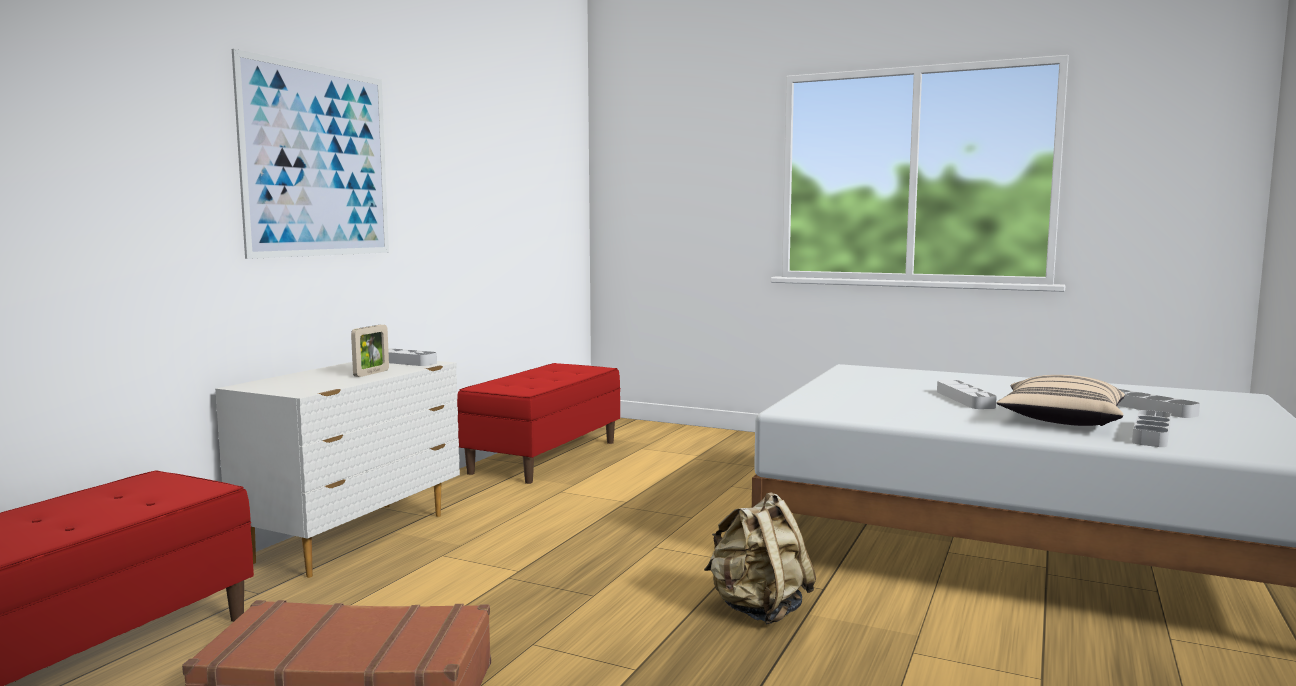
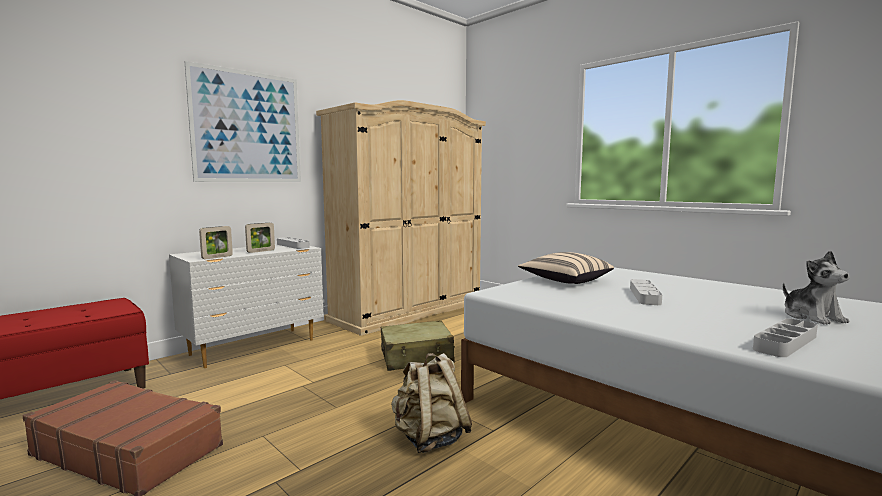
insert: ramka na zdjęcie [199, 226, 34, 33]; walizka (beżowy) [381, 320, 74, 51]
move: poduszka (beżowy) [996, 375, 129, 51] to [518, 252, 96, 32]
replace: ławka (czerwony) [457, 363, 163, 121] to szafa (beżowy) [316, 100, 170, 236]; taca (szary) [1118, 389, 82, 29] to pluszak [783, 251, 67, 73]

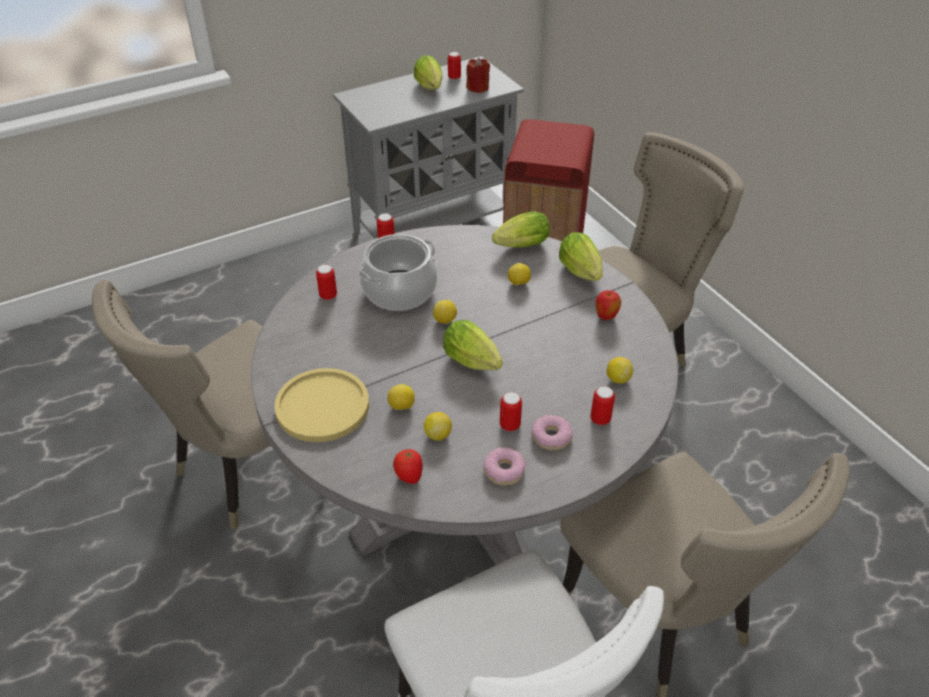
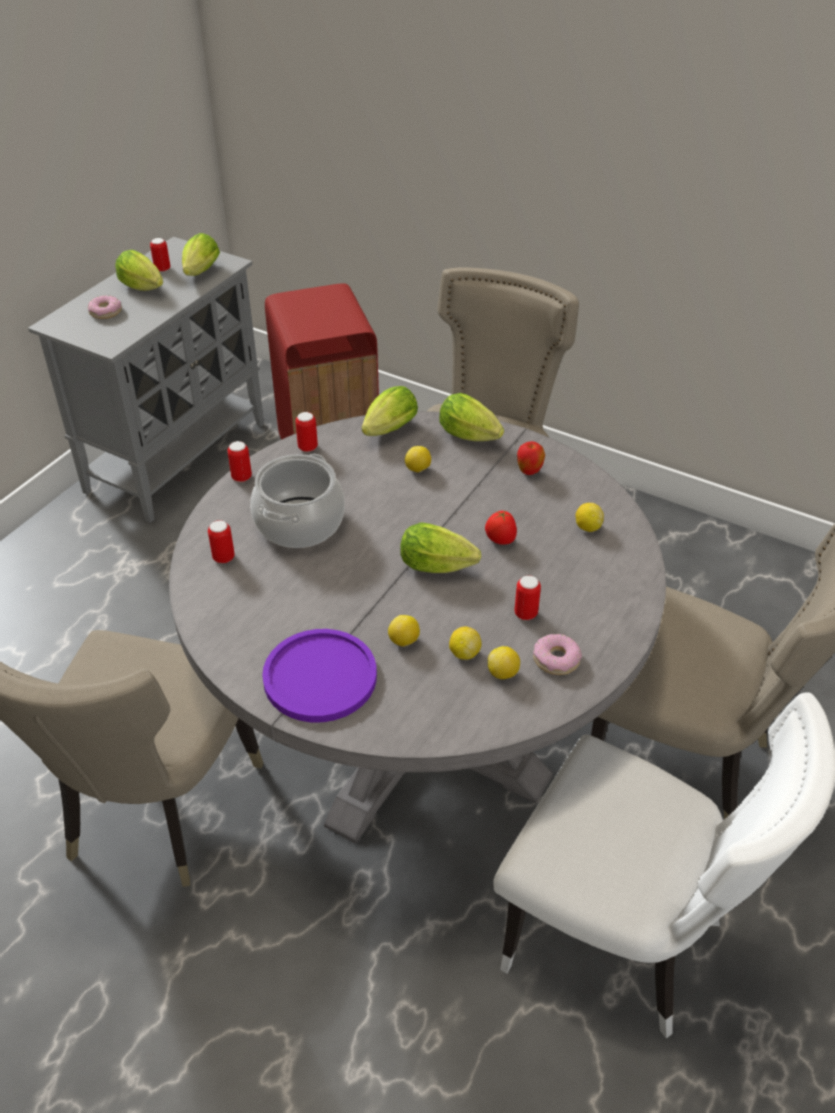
move: donut [531, 415, 42, 36] to [88, 295, 34, 24]; puszka [591, 386, 24, 39] to [295, 412, 23, 40]; pomidor [393, 449, 30, 35] to [485, 511, 32, 34]; cytryna [433, 300, 24, 24] to [488, 646, 32, 33]
replace: świeca (czerwony) [466, 58, 24, 35] to sałata [182, 233, 38, 43]
recolor: talerz (żółty) [274, 368, 95, 74] to talerz (fioletowy) [262, 629, 115, 93]

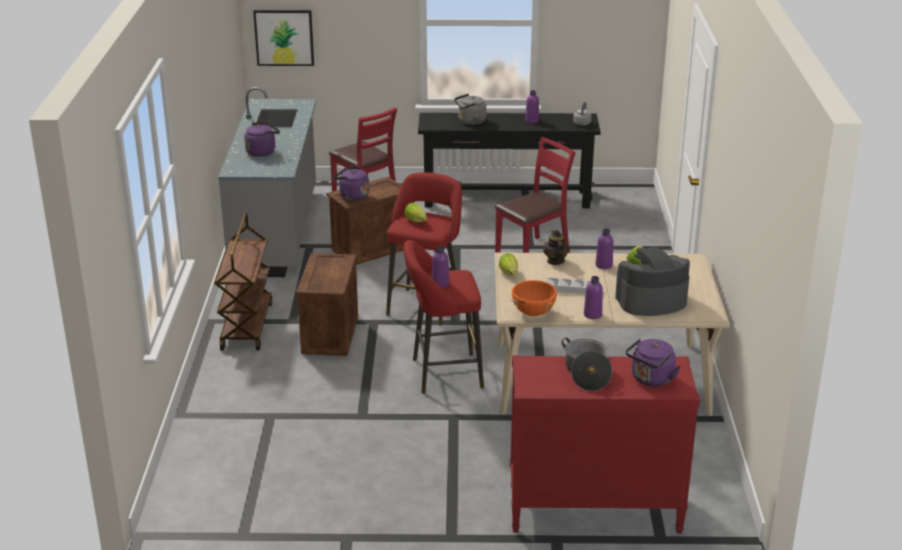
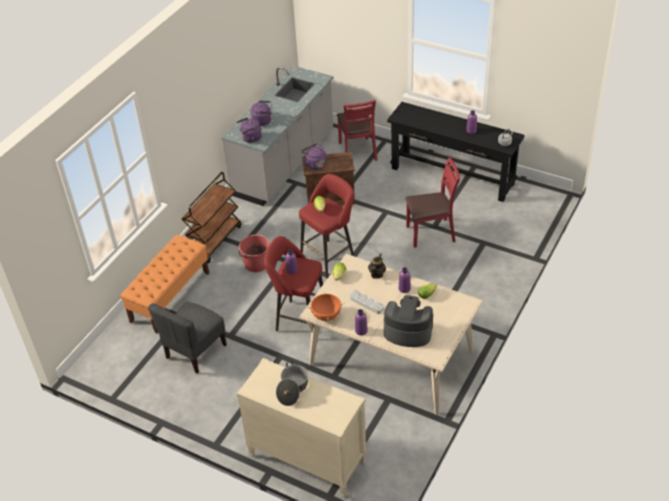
delete: obraz [253, 10, 61, 56]; czajnik (szary) [454, 94, 32, 31]
insert: ławka (pomarańczowy) [120, 235, 89, 99]; krzesło (szary) [148, 302, 79, 71]
move: czajnik (fioletowy) [626, 339, 55, 47] to [237, 118, 25, 25]
replace: skrzynka [296, 253, 62, 103] to wiadro (czerwony) [239, 235, 31, 37]
recolor: komoda (czerwony) [510, 355, 190, 179] to komoda (beżowy) [237, 358, 130, 140]

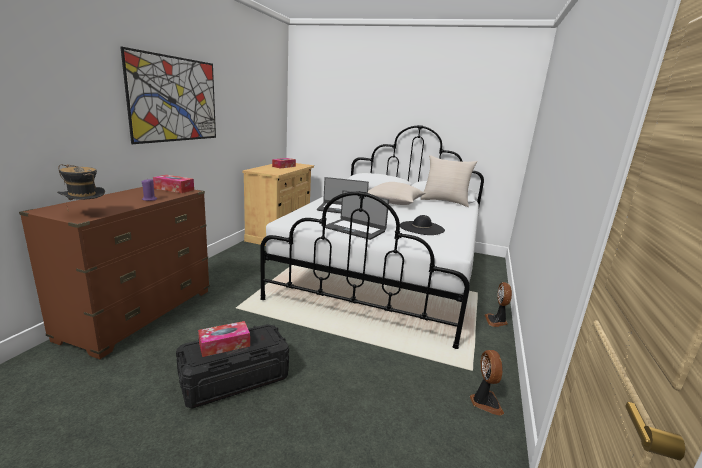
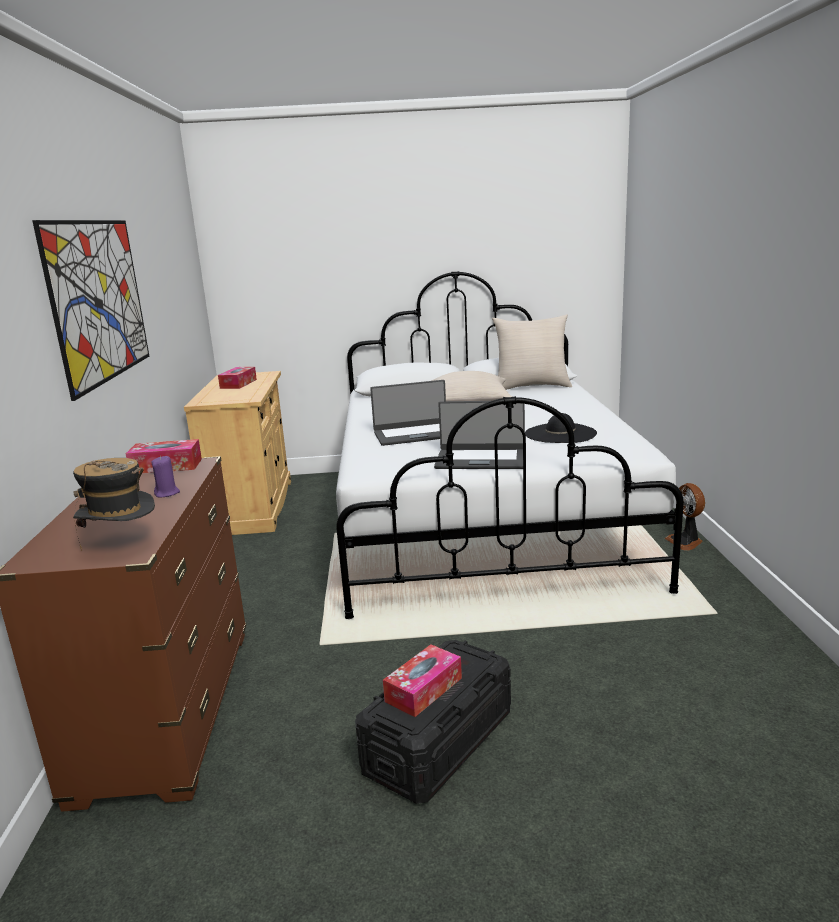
delete: wentylator [470, 350, 34, 66]

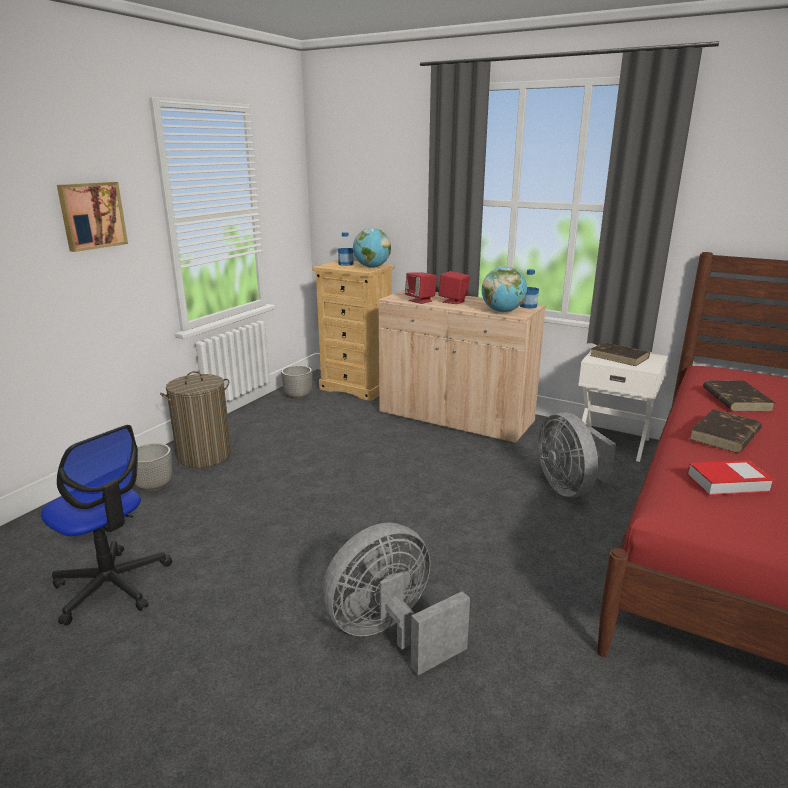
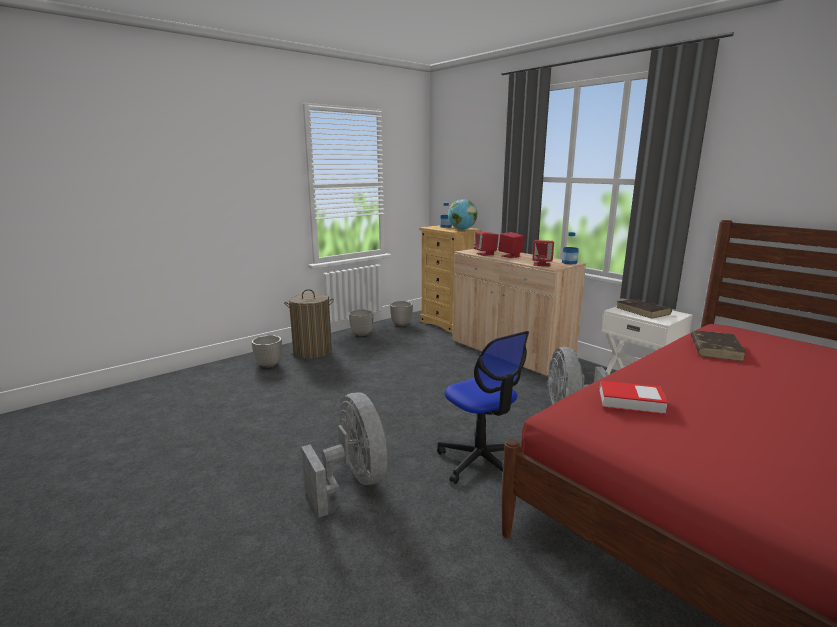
delete: obraz [57, 182, 71, 70]; książka (brązowy) [689, 409, 73, 44]
insert: donica [349, 309, 24, 27]
move: krzesło biurowe [41, 425, 131, 201] to [437, 331, 92, 153]
replace: globus [482, 266, 45, 46] to głośnik (czerwony) [532, 240, 22, 26]
rotate: wentylator (szary) [322, 522, 148, 153] = [301, 392, 86, 125] 75 degrees clockwise

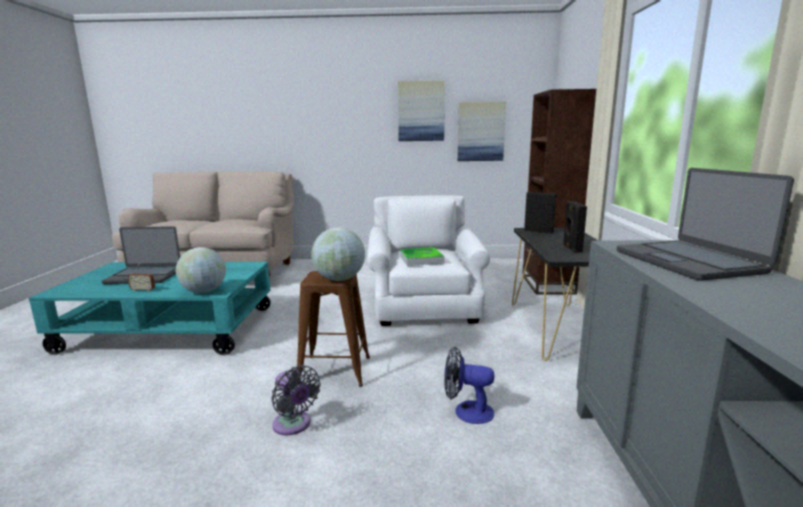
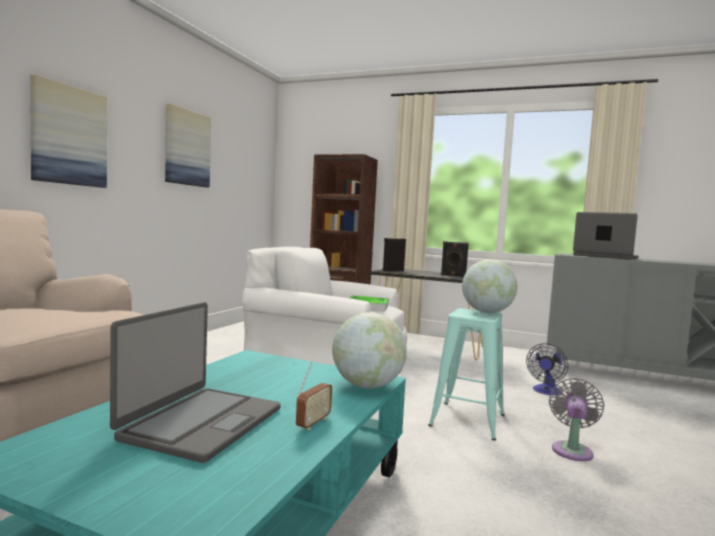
move: obraz [458, 102, 48, 59] to [30, 75, 77, 113]
recolor: stołek (brązowy) [297, 271, 73, 116] to stołek (turkusowy) [429, 308, 76, 132]
rotate: wentylator (szary) [271, 365, 50, 70] = [549, 378, 56, 83] 45 degrees counterclockwise; laptop [617, 168, 177, 113] = [573, 212, 65, 48] 150 degrees counterclockwise

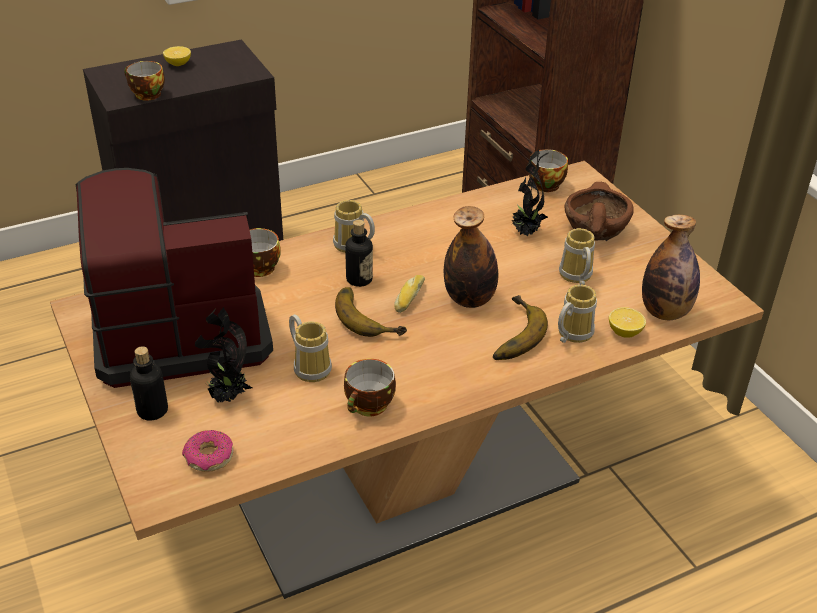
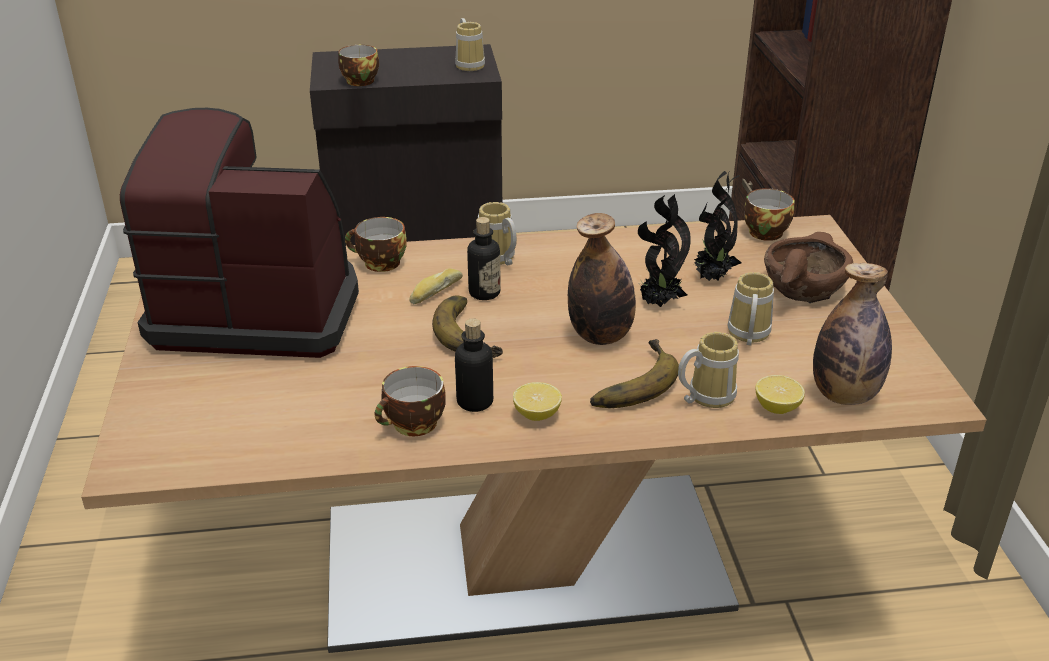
delete: donut [182, 430, 51, 42]
move: chleb [394, 275, 31, 38] to [409, 268, 54, 36]; kubek [289, 314, 43, 68] to [455, 18, 30, 53]; butelka [130, 346, 38, 75] to [455, 318, 38, 94]; cytryna [163, 46, 28, 20] to [513, 382, 49, 39]; roślina doniczkowa [195, 307, 58, 95] to [638, 194, 53, 113]

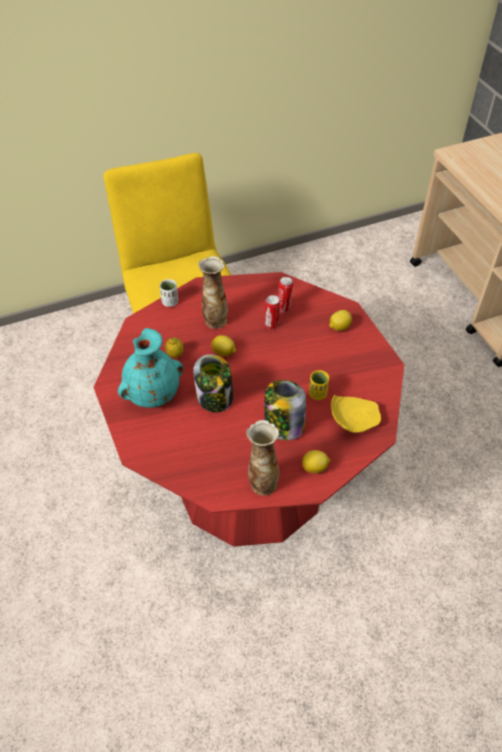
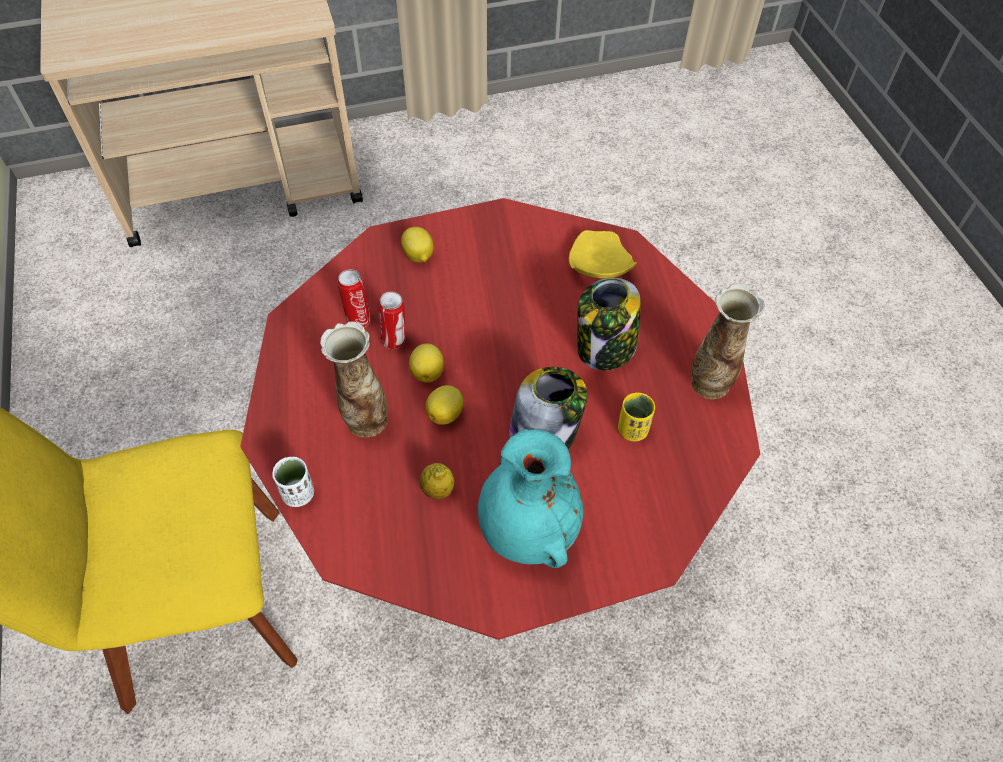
move: cytryna [302, 450, 28, 23] to [409, 344, 35, 39]; filiżanka (żółty) [309, 370, 20, 30] to [618, 393, 37, 48]

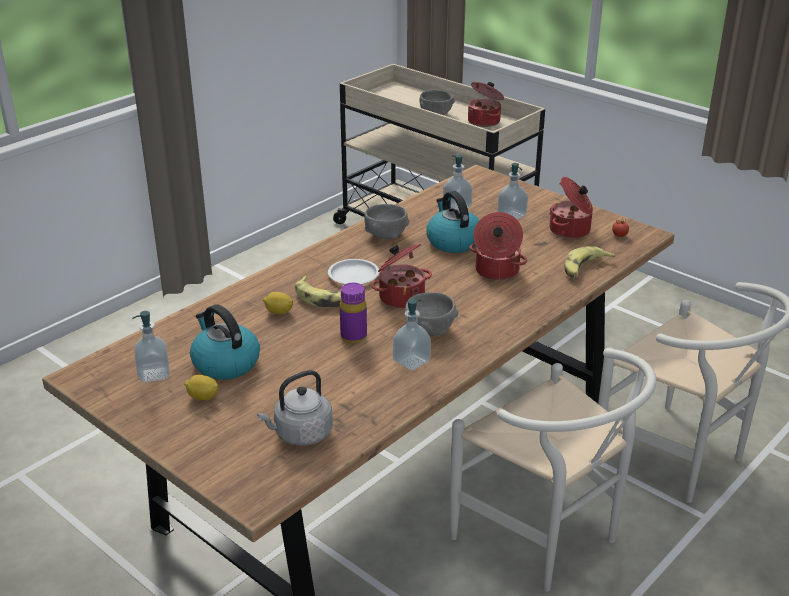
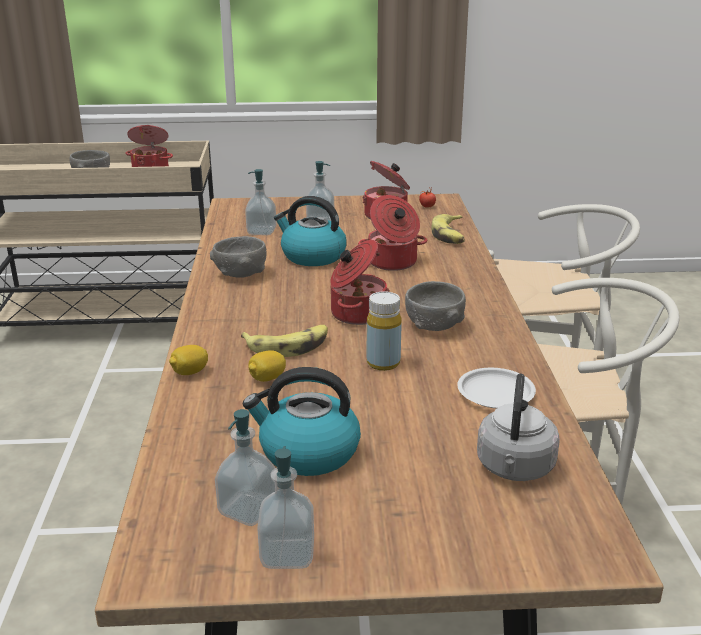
move: cytryna [184, 375, 35, 25] to [169, 345, 39, 30]; dozownik mydła [393, 299, 38, 72] to [257, 446, 57, 123]; talerz (biały) [328, 259, 51, 25] to [457, 368, 79, 40]
recolor: butelka (fioletowy) [340, 283, 27, 60] to butelka (żółty) [367, 291, 35, 80]

